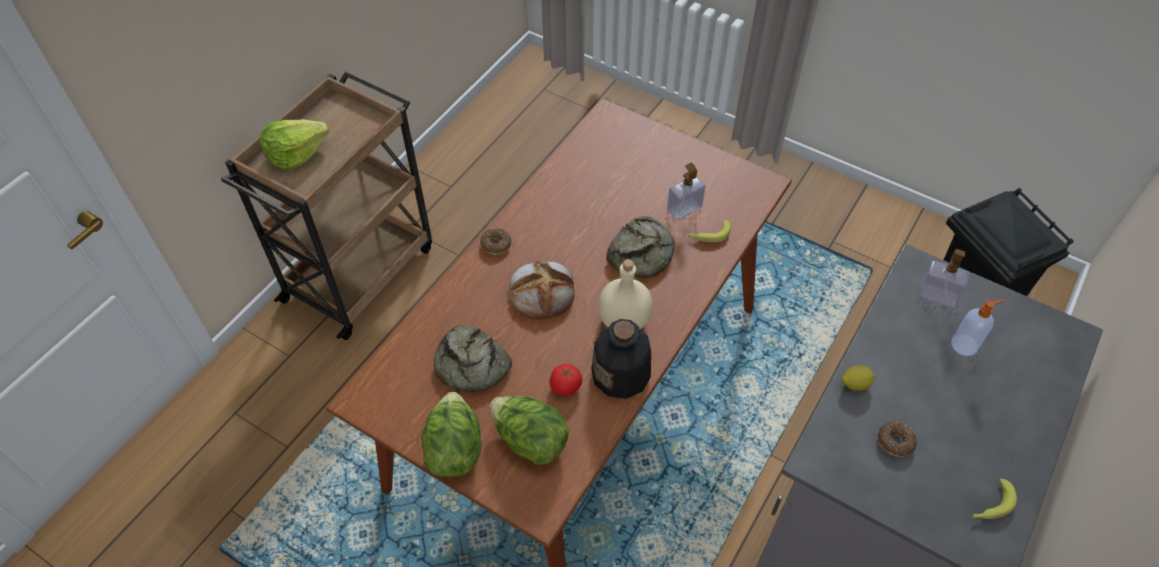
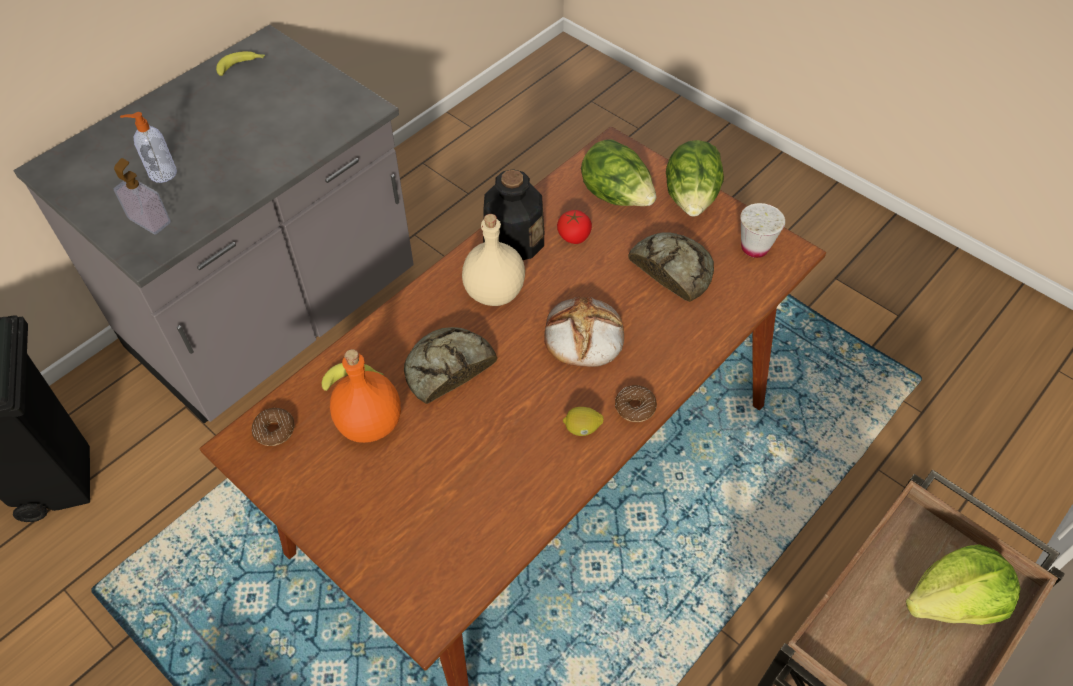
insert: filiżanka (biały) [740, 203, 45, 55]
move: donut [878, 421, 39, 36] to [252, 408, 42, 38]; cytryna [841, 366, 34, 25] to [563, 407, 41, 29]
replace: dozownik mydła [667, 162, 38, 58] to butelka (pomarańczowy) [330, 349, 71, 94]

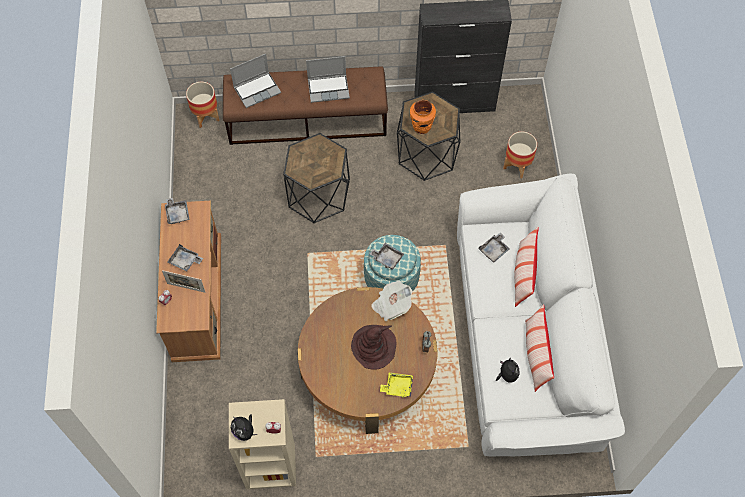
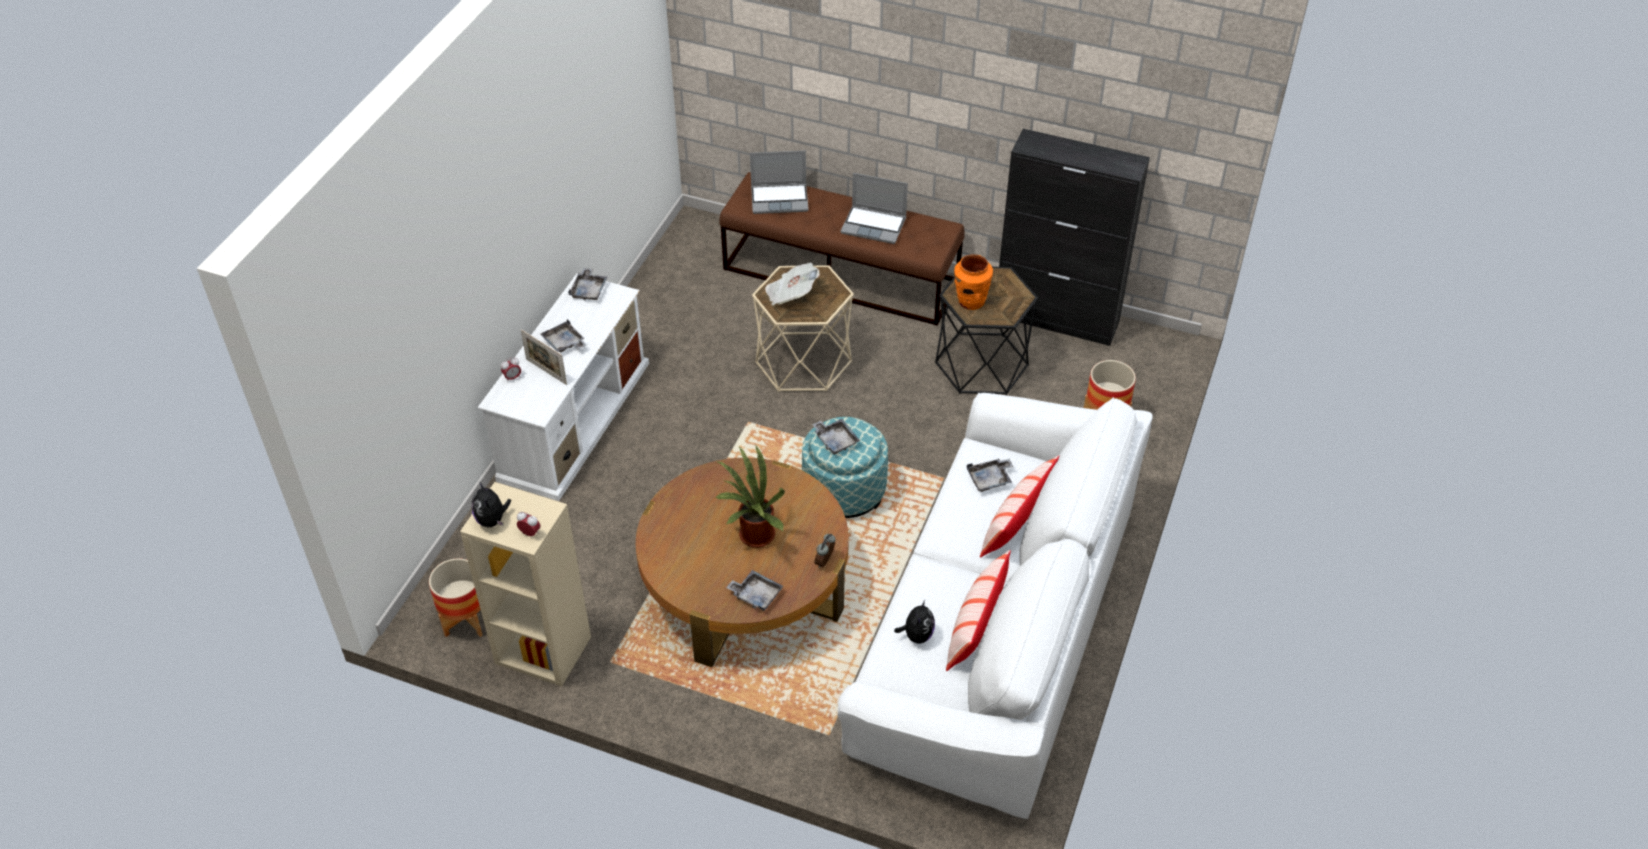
move: donica [186, 82, 33, 46] to [429, 558, 54, 79]; gazeta [371, 280, 42, 41] to [765, 263, 55, 43]
replace: kapelusz (brązowy) [351, 325, 45, 45] to roślina doniczkowa [714, 445, 71, 103]
recolor: szafka pod telewizor (brązowy) [156, 201, 65, 161] to szafka pod telewizor (biały) [477, 273, 172, 228]; taca (żółty) [380, 373, 33, 25] to taca (szary) [726, 570, 57, 41]; stolik (czarny) [283, 133, 67, 90] to stolik (beżowy) [752, 265, 102, 127]

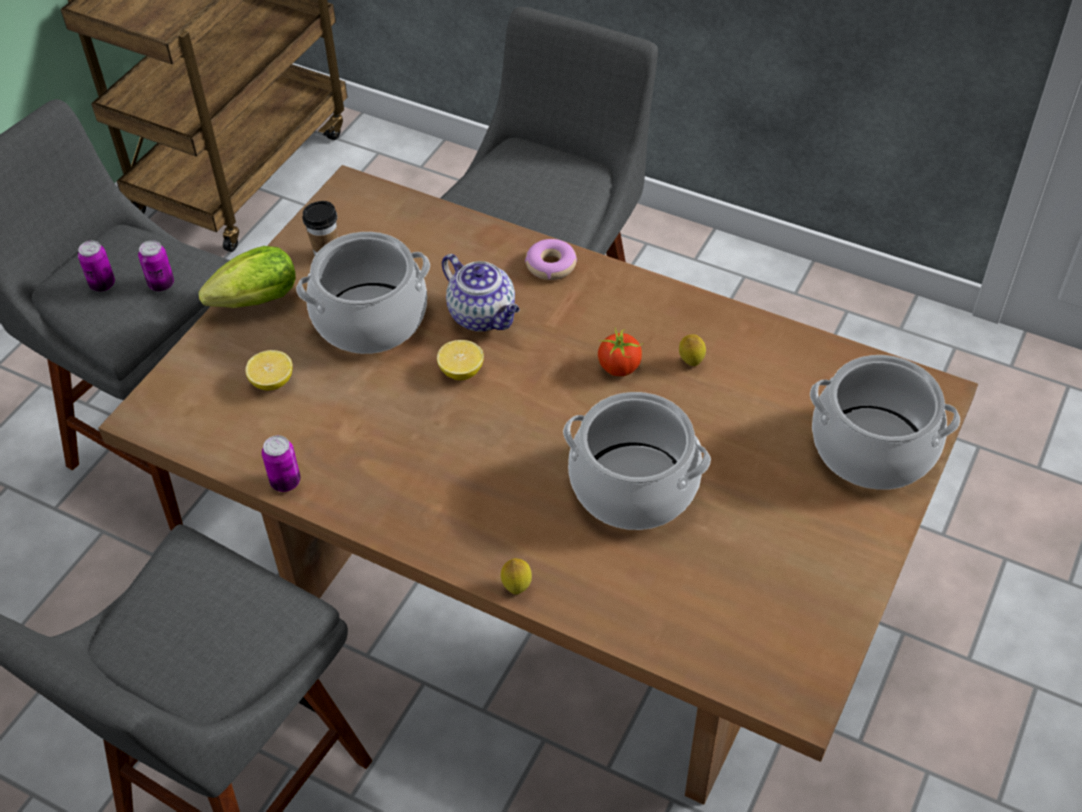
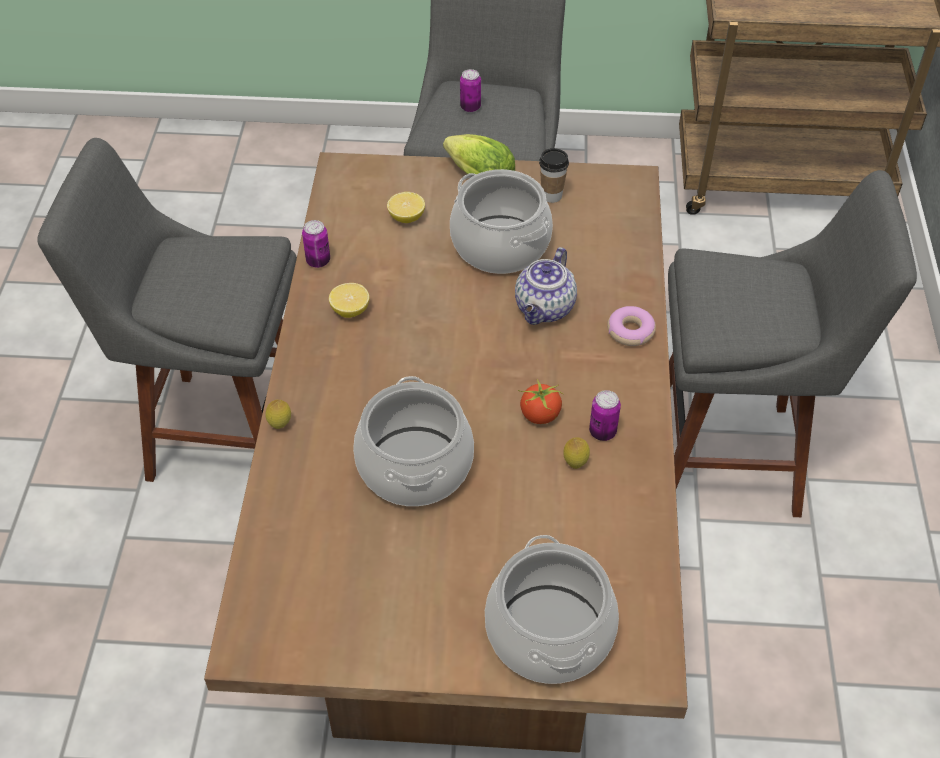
move: cytryna [437, 340, 47, 40] to [329, 283, 41, 35]; puszka [138, 240, 36, 51] to [589, 390, 32, 51]

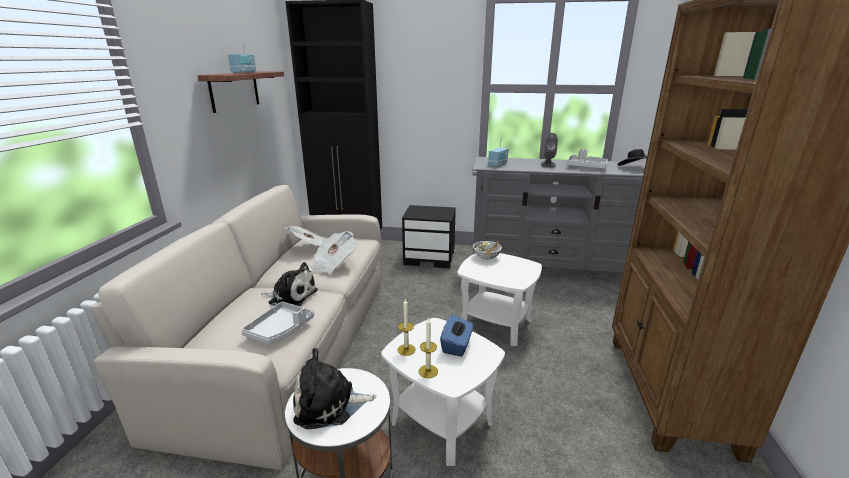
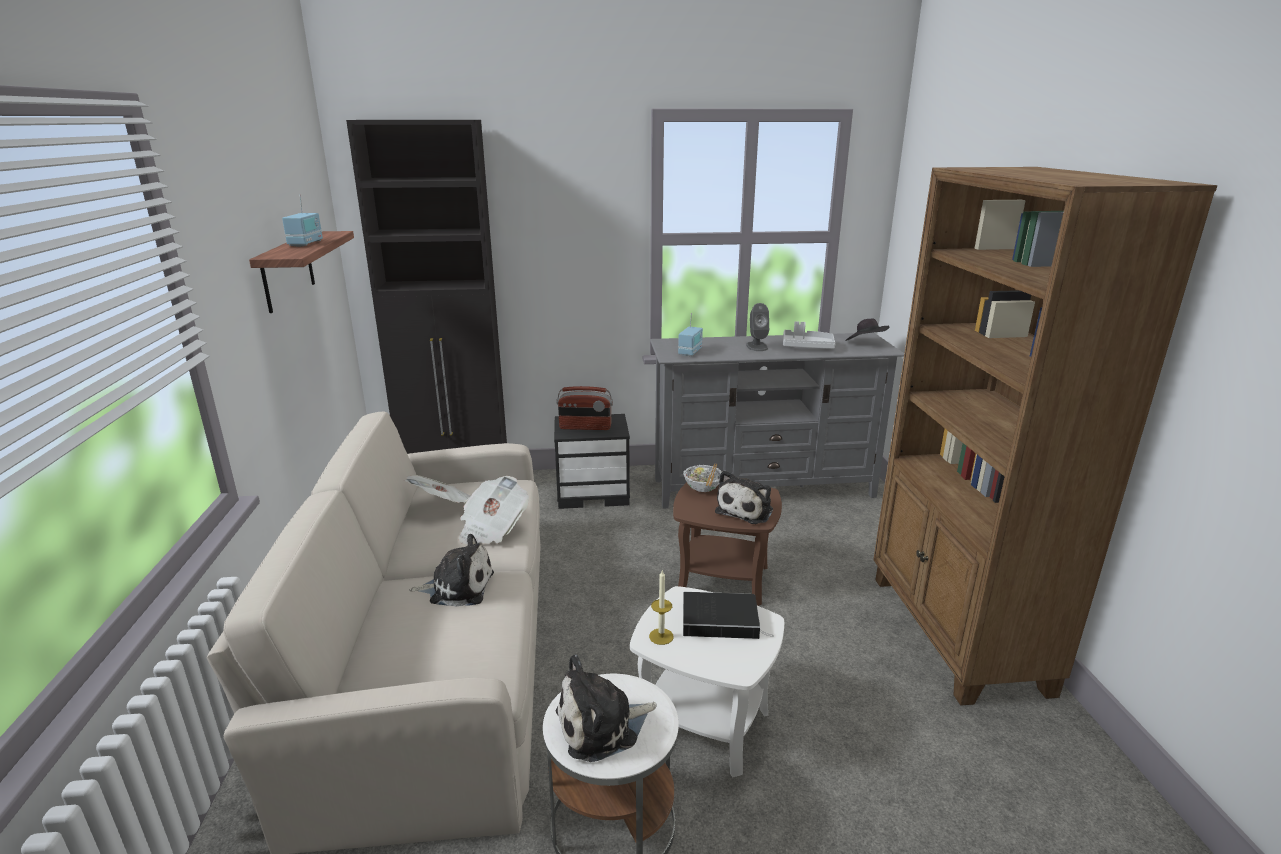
delete: taca (szary) [241, 302, 73, 42]; świeca [418, 317, 20, 61]
insert: radio [556, 386, 57, 44]; pluszak [715, 470, 58, 54]
replace: pudełko chusteczek (niebieski) [440, 315, 34, 42] to książka [683, 592, 91, 47]
recolor: stolik (biały) [457, 253, 85, 94] to stolik (brązowy) [673, 482, 109, 124]

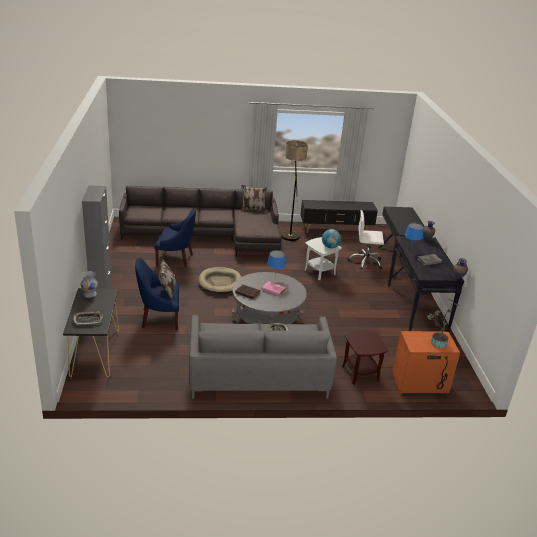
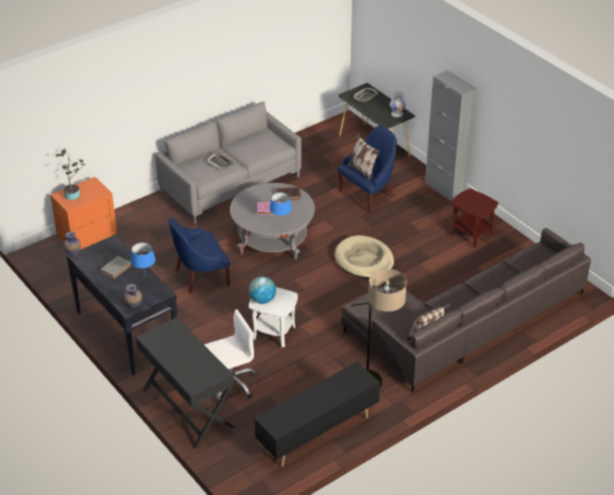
move: fotel (niebieski) [154, 209, 42, 59] to [169, 218, 61, 76]; stolik (brązowy) [342, 330, 46, 55] to [451, 189, 47, 59]

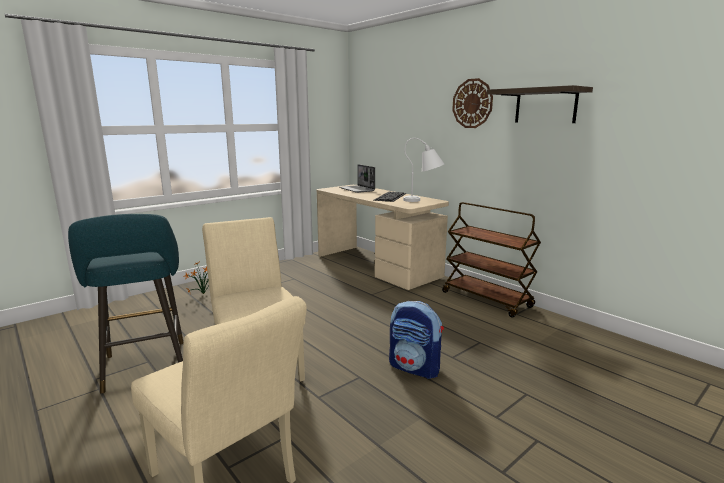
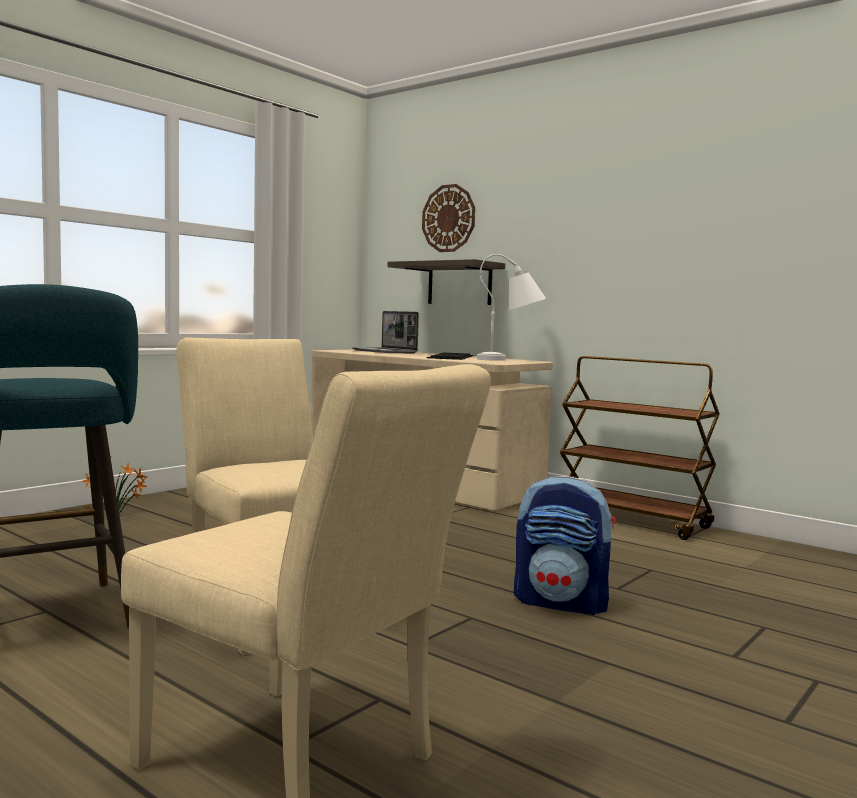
move: półka [486, 85, 107, 38] to [388, 259, 117, 46]; zegar ścienny [452, 78, 41, 50] to [422, 184, 53, 68]

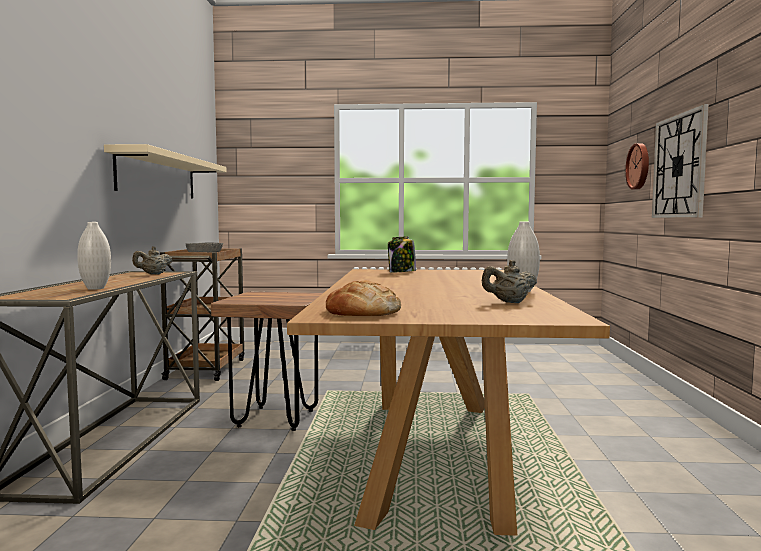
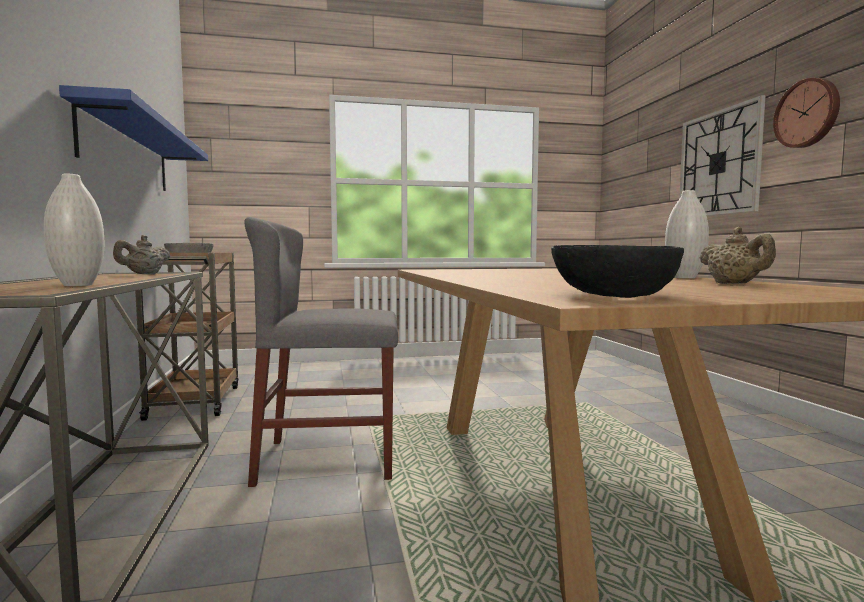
delete: słoik [388, 236, 28, 37]
move: zegar ścienny [625, 143, 24, 47] to [773, 78, 67, 70]
replace: stołek (brązowy) [211, 292, 112, 139] to krzesło (szary) [244, 217, 154, 270]; chleb [326, 280, 75, 36] to miska (czarny) [551, 245, 133, 53]
recolor: półka (beżowy) [104, 144, 122, 55] to półka (niebieski) [59, 85, 149, 106]
rotate: imbryk (beżowy) [482, 260, 55, 43] = [700, 227, 76, 57] 75 degrees counterclockwise

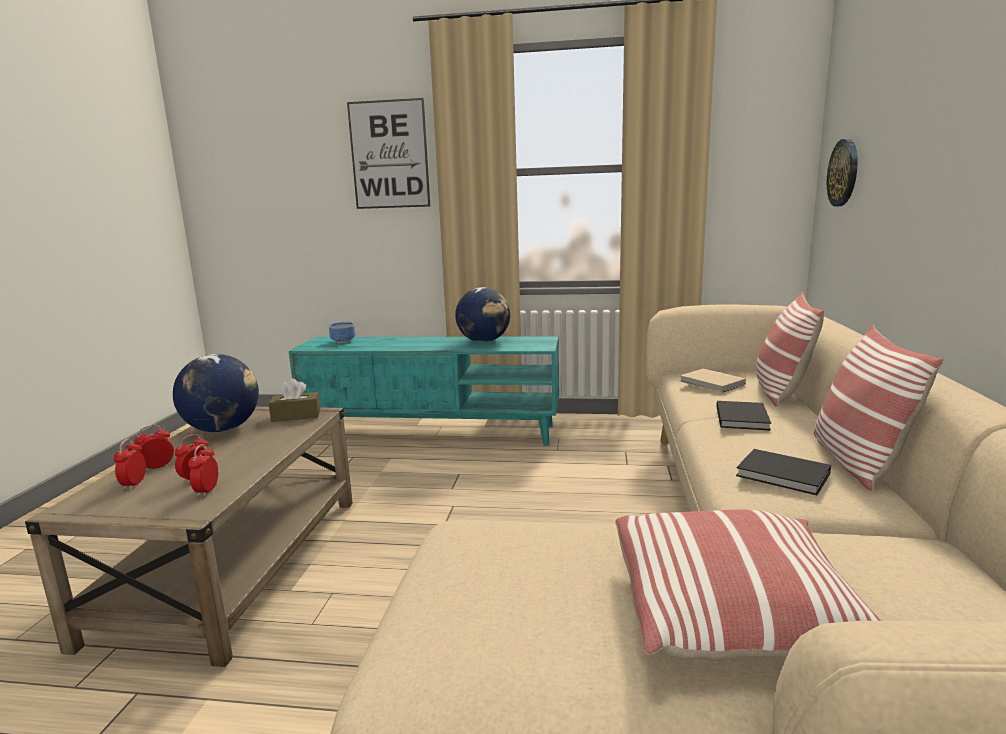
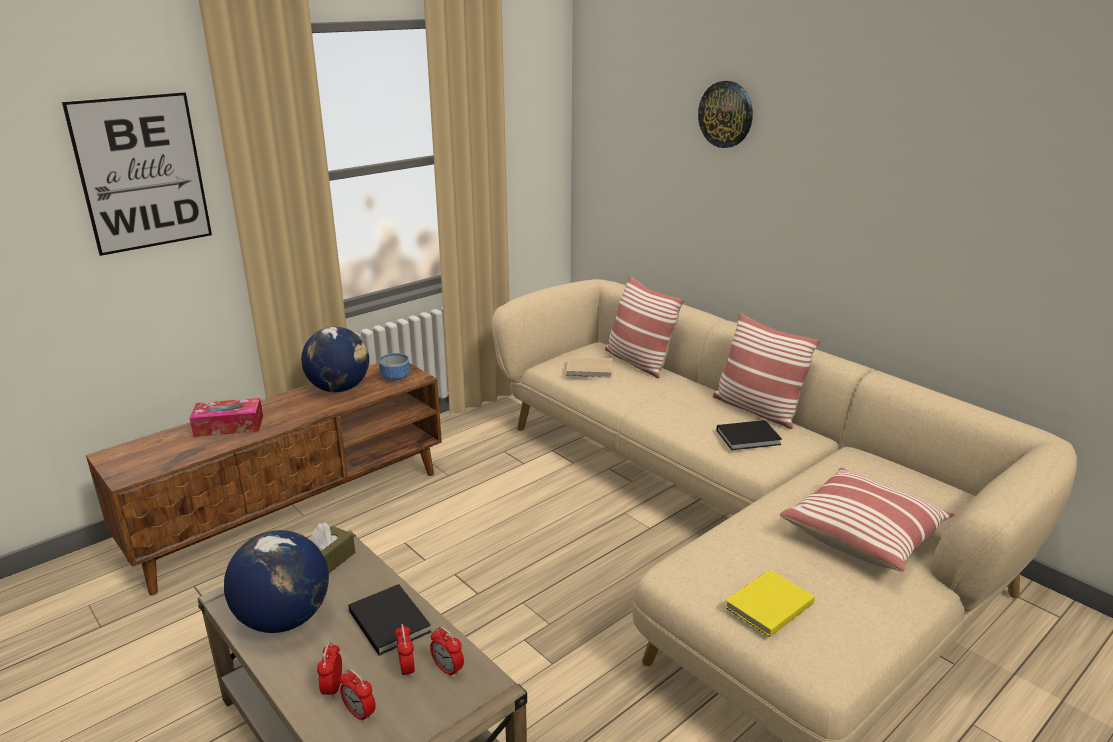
insert: pudełko chusteczek [190, 398, 73, 39]; książka (żółty) [725, 570, 90, 67]
move: książka (czarny) [716, 401, 55, 30] to [349, 584, 82, 72]; miska [329, 322, 26, 21] to [379, 353, 31, 29]; zegar ścienny [827, 139, 31, 67] to [698, 81, 55, 67]
recolor: szafka pod telewizor (turkusowy) [289, 336, 270, 110] to szafka pod telewizor (brązowy) [86, 363, 356, 232]

